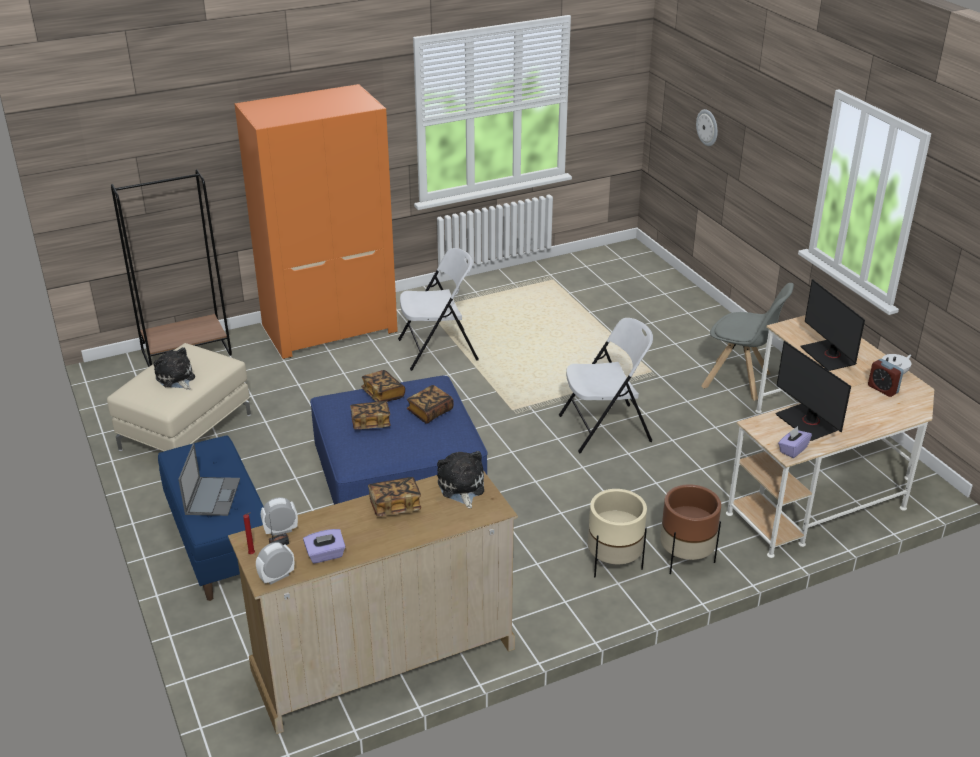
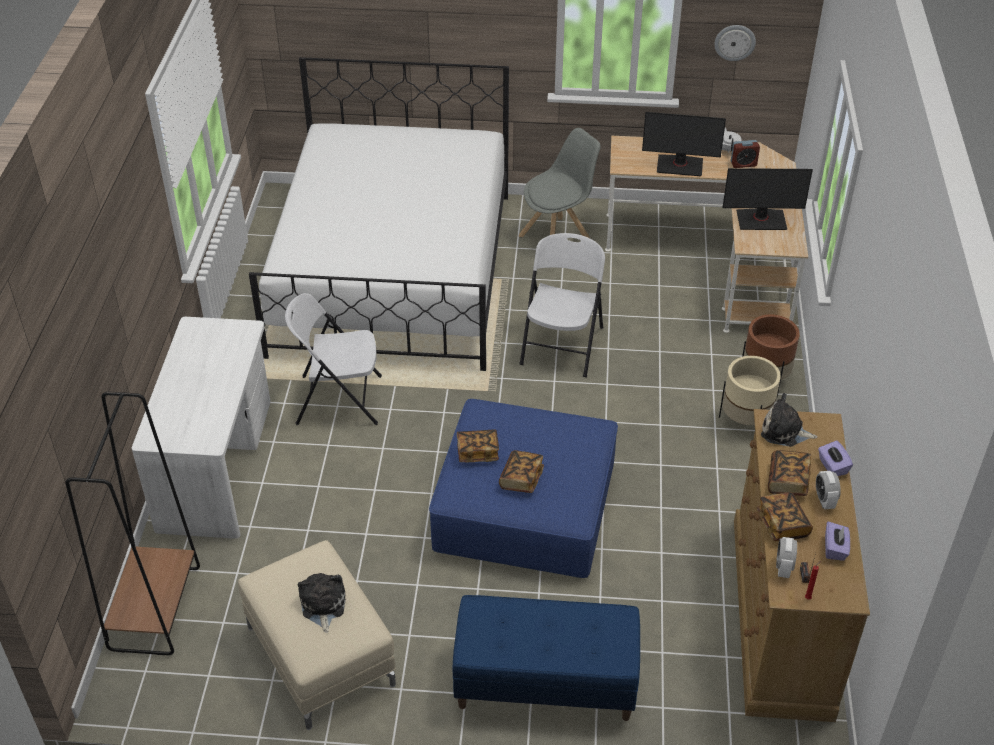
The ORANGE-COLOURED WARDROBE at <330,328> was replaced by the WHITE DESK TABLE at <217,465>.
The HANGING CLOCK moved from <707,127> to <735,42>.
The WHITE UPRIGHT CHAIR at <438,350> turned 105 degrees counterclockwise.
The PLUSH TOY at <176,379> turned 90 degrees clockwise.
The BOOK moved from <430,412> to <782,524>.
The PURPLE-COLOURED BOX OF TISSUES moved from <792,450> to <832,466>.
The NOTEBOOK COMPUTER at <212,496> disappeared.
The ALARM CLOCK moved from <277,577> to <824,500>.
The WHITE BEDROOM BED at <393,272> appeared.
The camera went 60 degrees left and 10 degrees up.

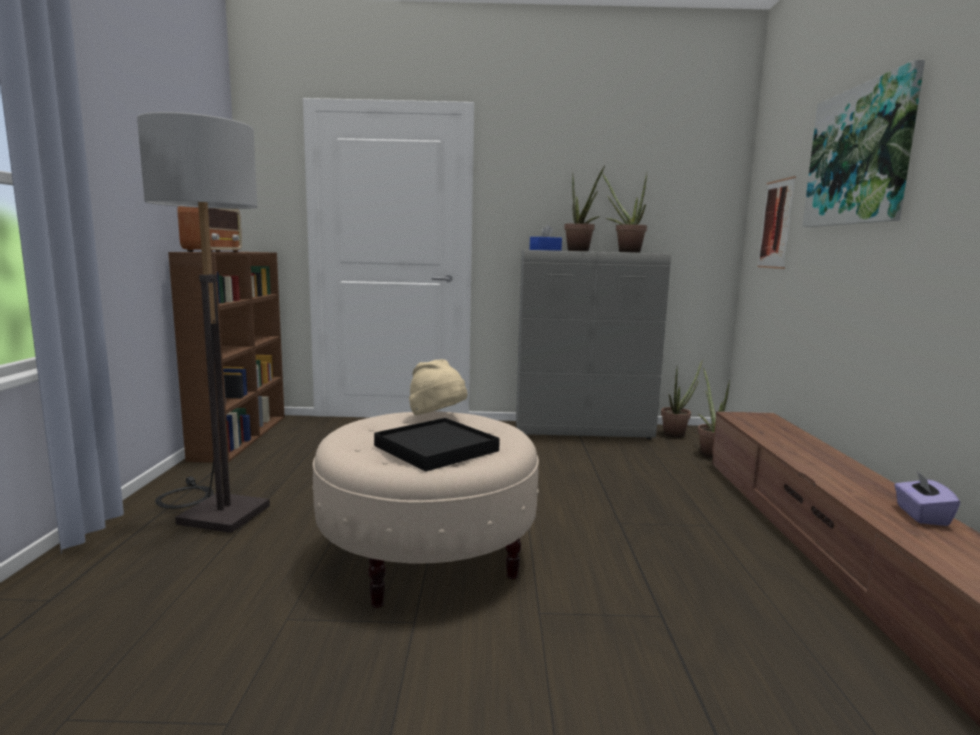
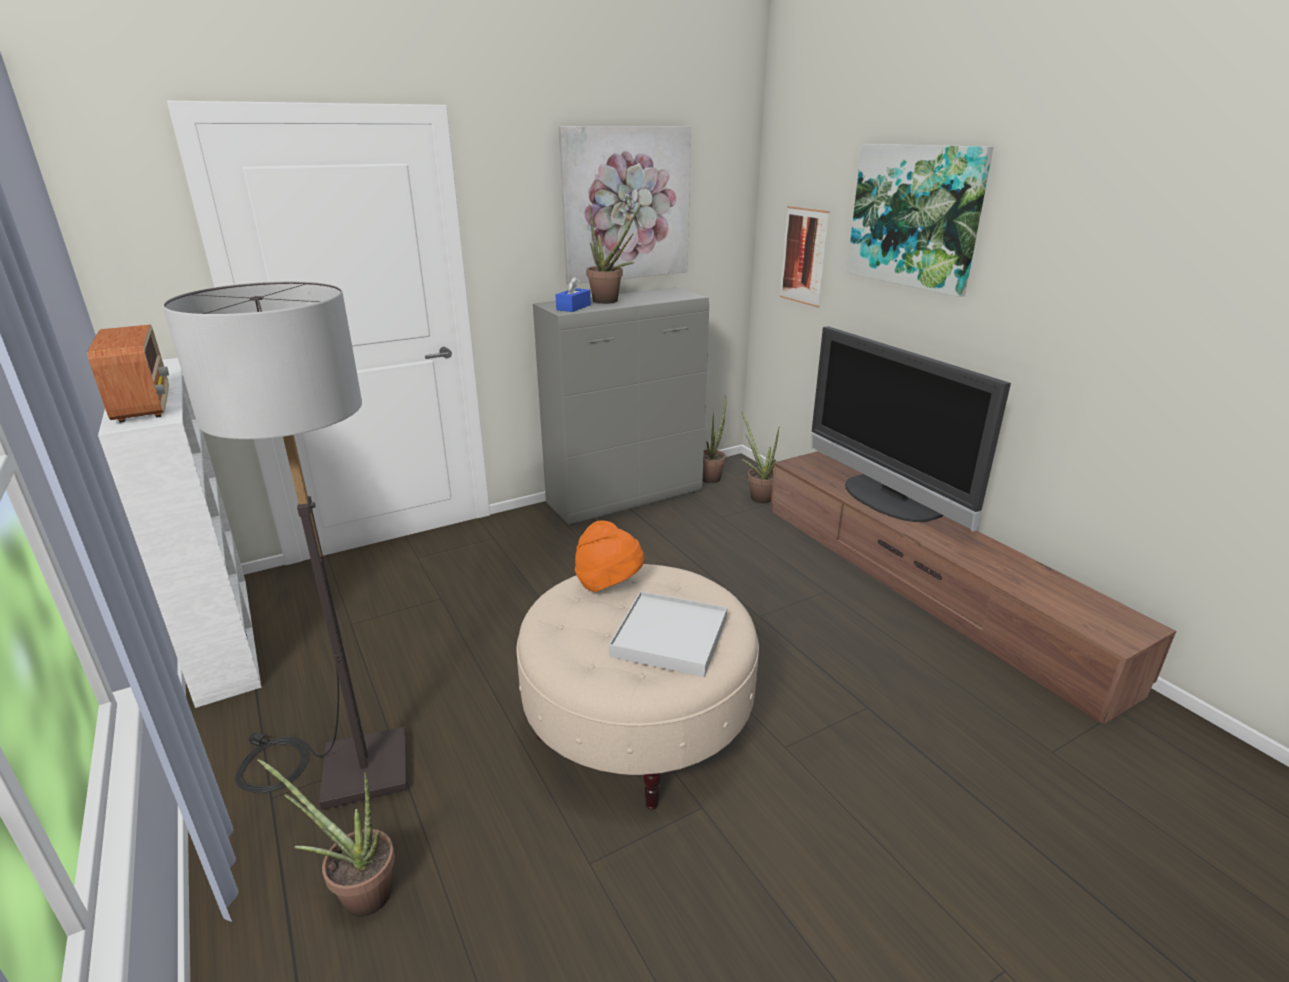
The PLANT IN A POT moved from <625,252> to <357,893>.
The BROWNISH SHELVING UNIT at <241,436> became the WHITE SHELVING UNIT at <222,635>.
The SAND-COLOURED HAT at <438,418> became the ORANGE-COLOURED HAT at <609,584>.
The BLACK CARRYING TRAY at <436,448> became the WHITE CARRYING TRAY at <669,637>.
The PURPLE-COLOURED BOX OF TISSUES at <921,515> disappeared.
The WALL ART at <626,204> appeared.
The TV SET at <885,500> appeared.
The camera went 30 degrees left and 15 degrees up.

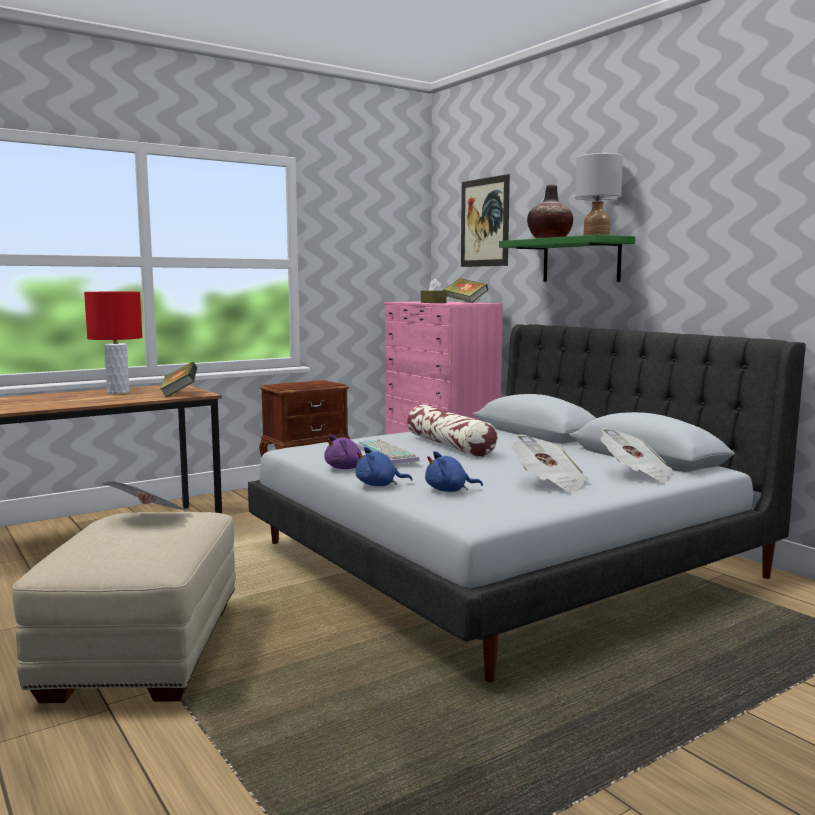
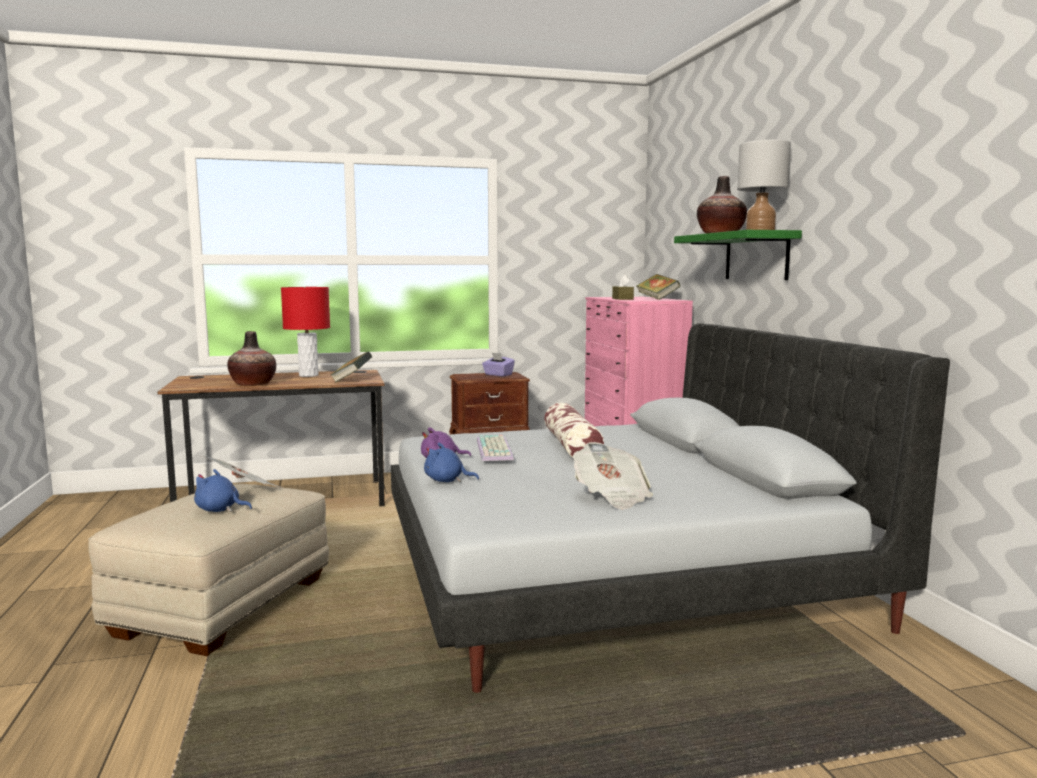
The WALL ART at <484,222> disappeared.
The NEWSPAPER at <636,474> disappeared.
The BLUISH PLUSH TOY moved from <449,490> to <220,510>.
The DECORATIVE VASE at <253,384> appeared.
The PURPLE-COLOURED BOX OF TISSUES at <498,375> appeared.
The camera went 20 degrees right and 0 degrees up.

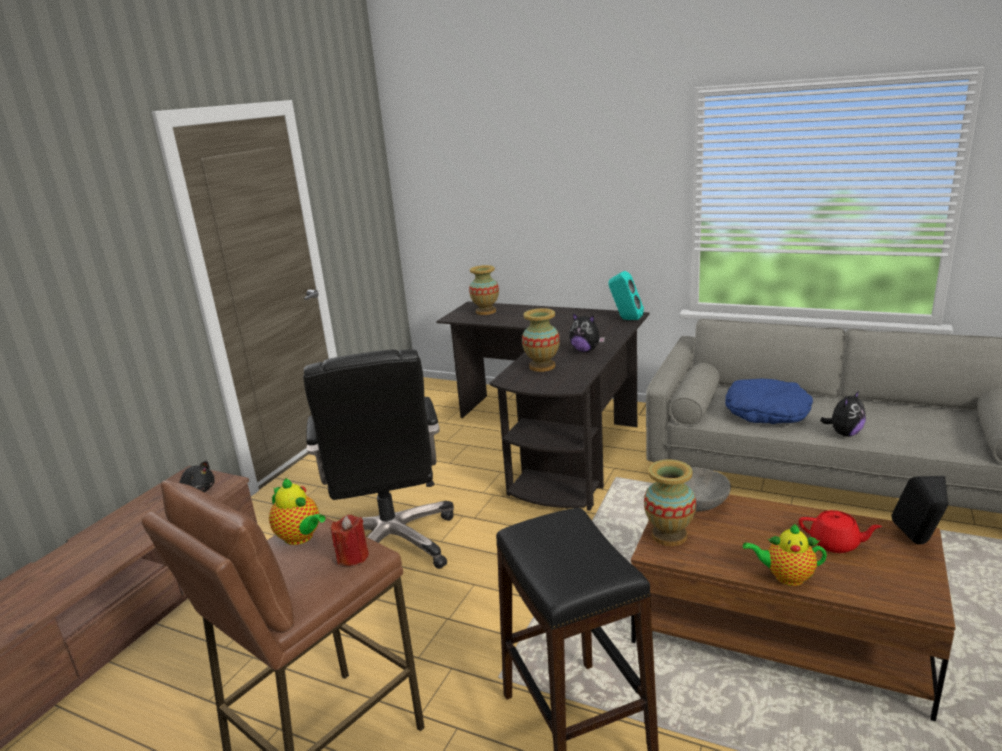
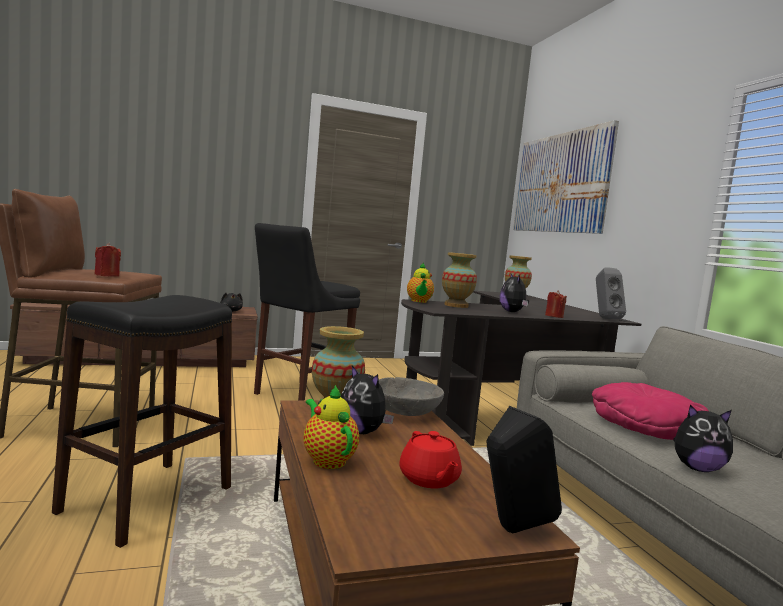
The TURQUOISE-COLOURED LOUDSPEAKER at <625,319> became the GRAY LOUDSPEAKER at <604,318>.
The BLACK DESK CHAIR at <391,542> was replaced by the BLACK STOOL at <297,395>.
The BLUISH PILLOW at <767,412> became the PINKISH PILLOW at <647,426>.
The POT FOR TEA moved from <301,537> to <419,301>.
The WALL ART at <560,183> appeared.
The RED WAX LIGHT at <554,316> appeared.
The PLUSH TOY at <362,432> appeared.
The camera went 45 degrees right and 15 degrees down.

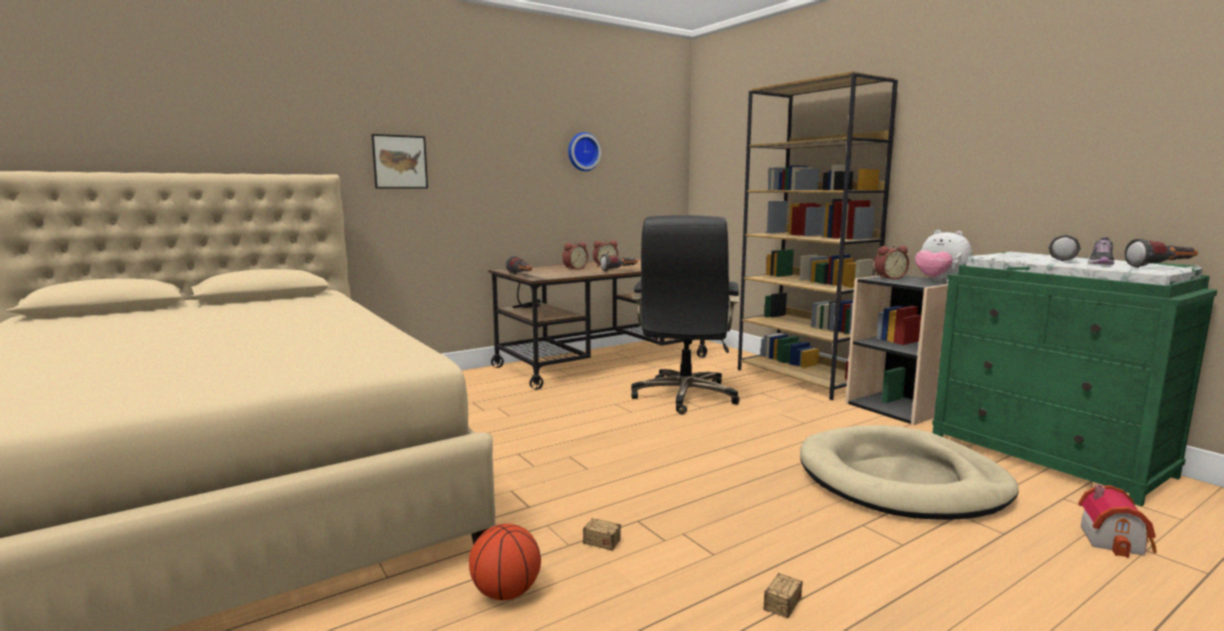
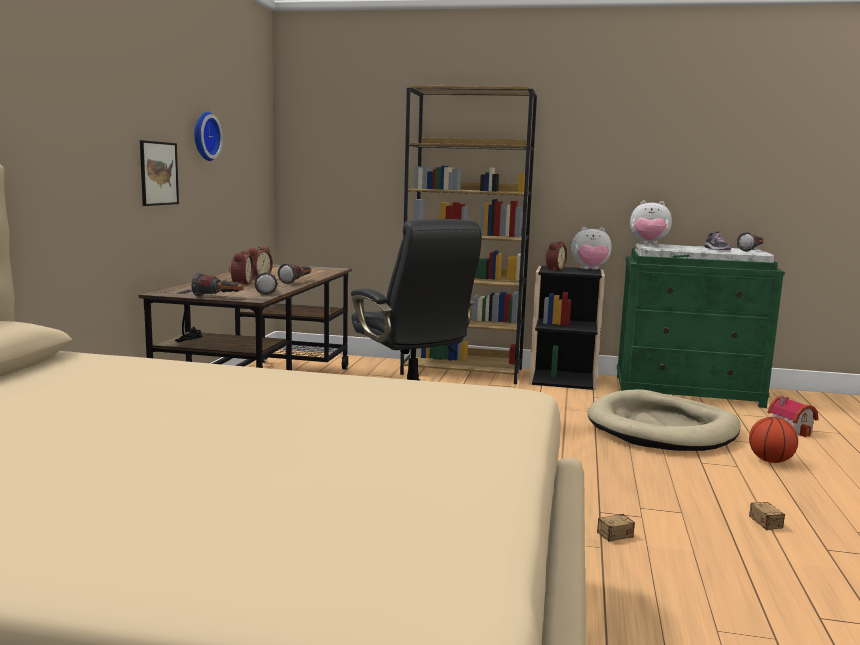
The WALL ART moved from <400,162> to <158,173>.
The FLASHLIGHT moved from <1062,259> to <267,291>.
The BASKETBALL moved from <505,593> to <770,461>.
The PLUSH TOY at <648,244> appeared.
The camera went 45 degrees left and 0 degrees up.

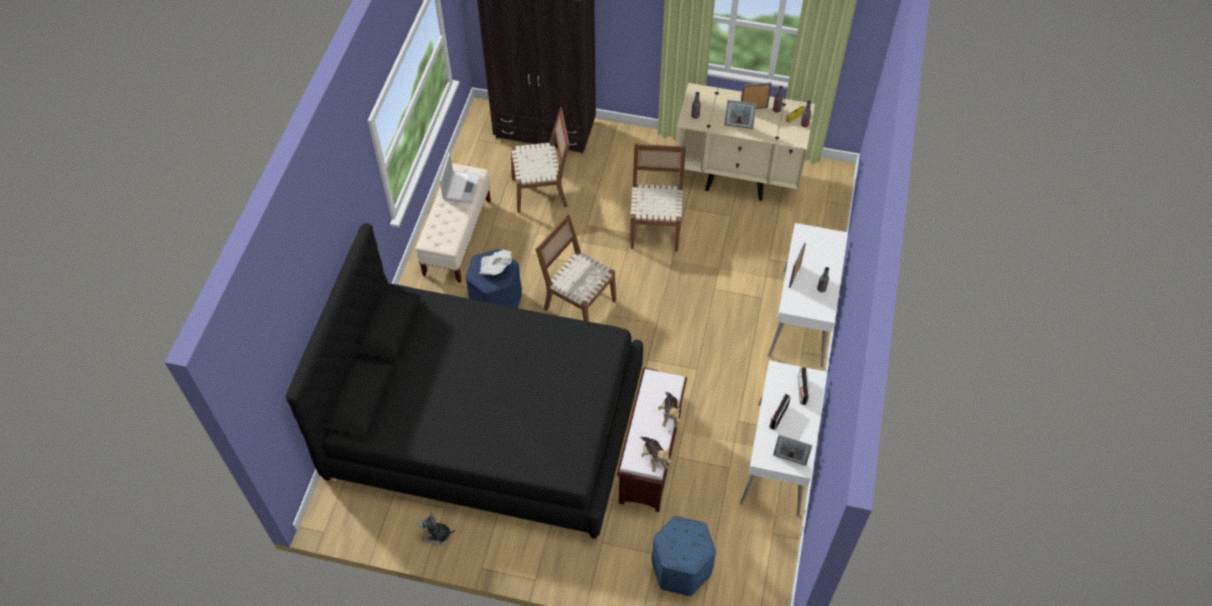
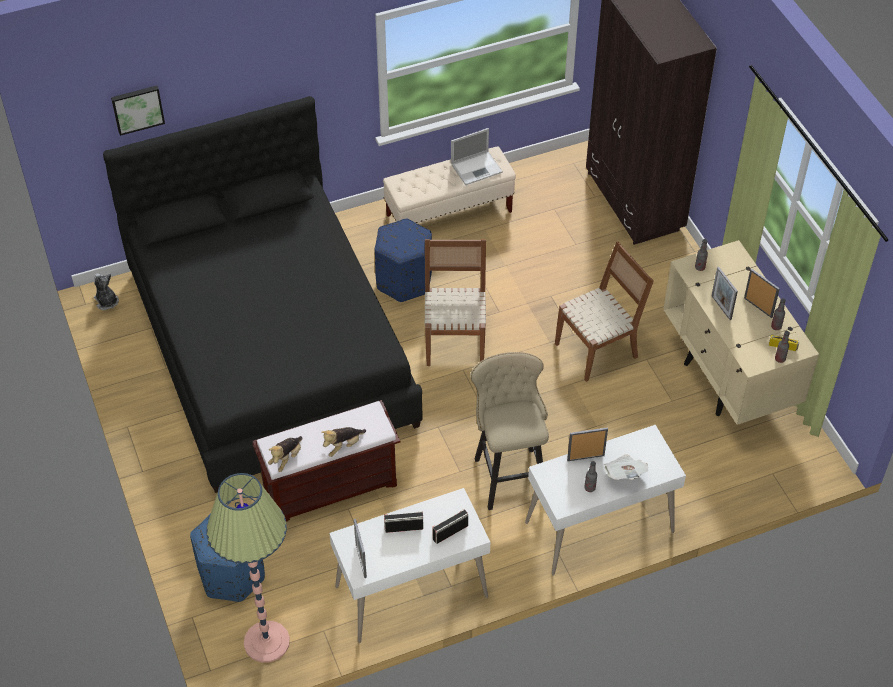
The UPRIGHT CHAIR at <542,192> disappeared.
The NEWSPAPER moved from <495,268> to <625,474>.
The PLUSH TOY moved from <437,535> to <106,302>.
The WALL ART at <137,108> appeared.
The SAND-COLOURED STOOL at <508,470> appeared.
The STANDING LAMP at <266,642> appeared.
The camera went 55 degrees right and 5 degrees down.

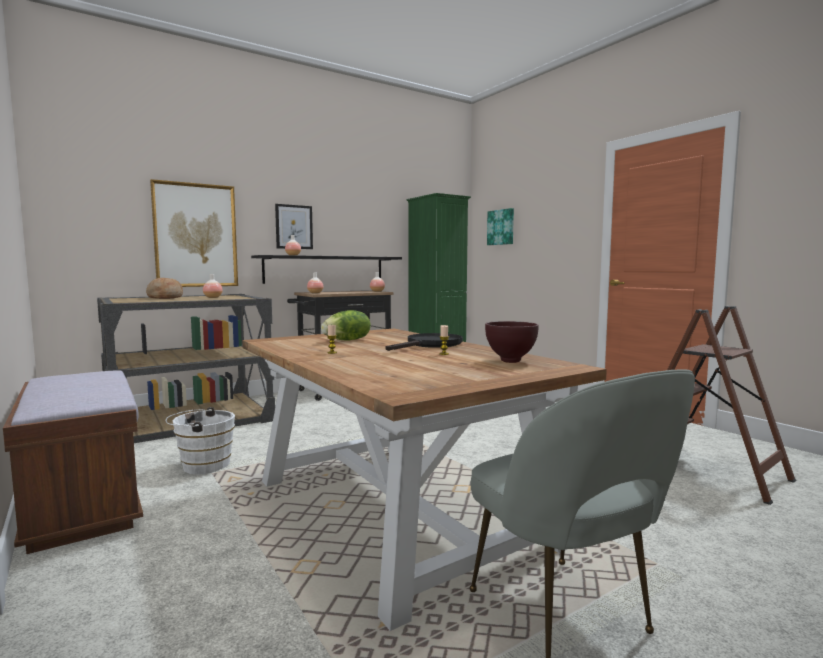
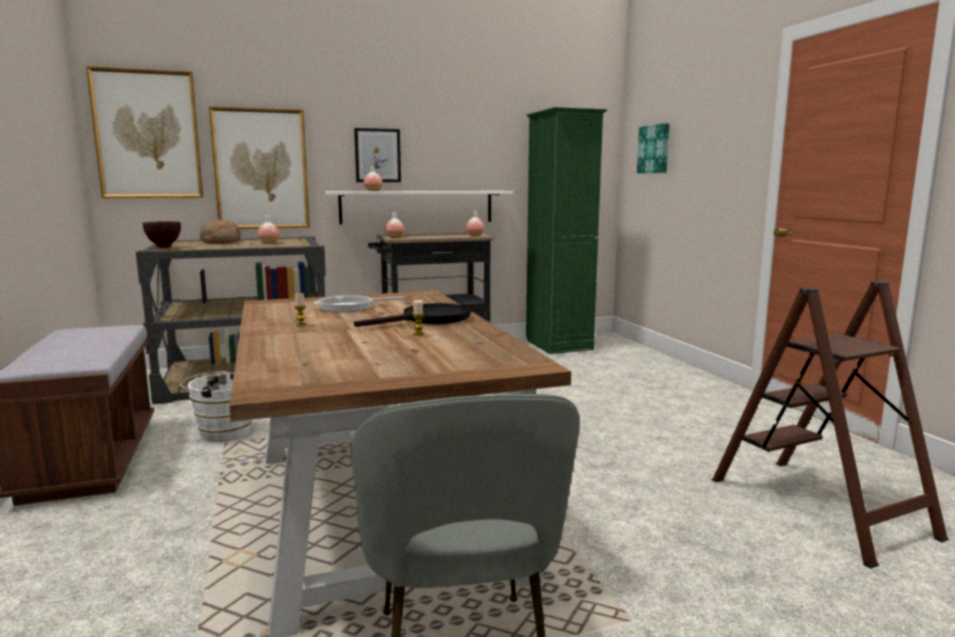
The BLACK BRACKET SHELF at <325,269> became the WHITE BRACKET SHELF at <417,207>.
The LETTUCE at <347,340> was replaced by the FRYING PAN at <350,307>.
The BROWNISH DEEP DISH moved from <509,361> to <163,247>.
The WALL ART at <147,135> appeared.
The camera went 15 degrees right and 5 degrees up.

